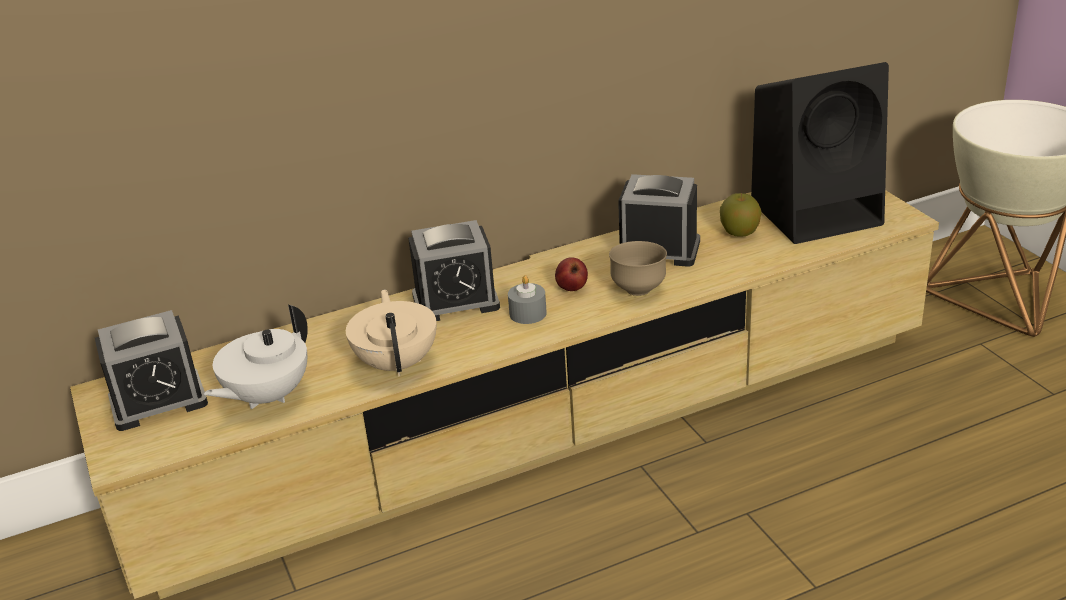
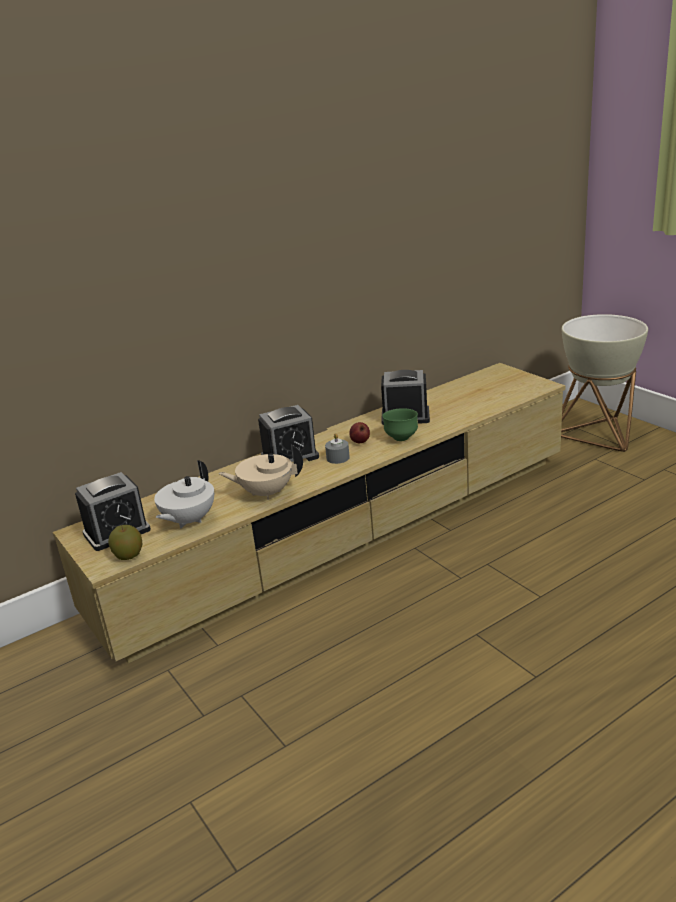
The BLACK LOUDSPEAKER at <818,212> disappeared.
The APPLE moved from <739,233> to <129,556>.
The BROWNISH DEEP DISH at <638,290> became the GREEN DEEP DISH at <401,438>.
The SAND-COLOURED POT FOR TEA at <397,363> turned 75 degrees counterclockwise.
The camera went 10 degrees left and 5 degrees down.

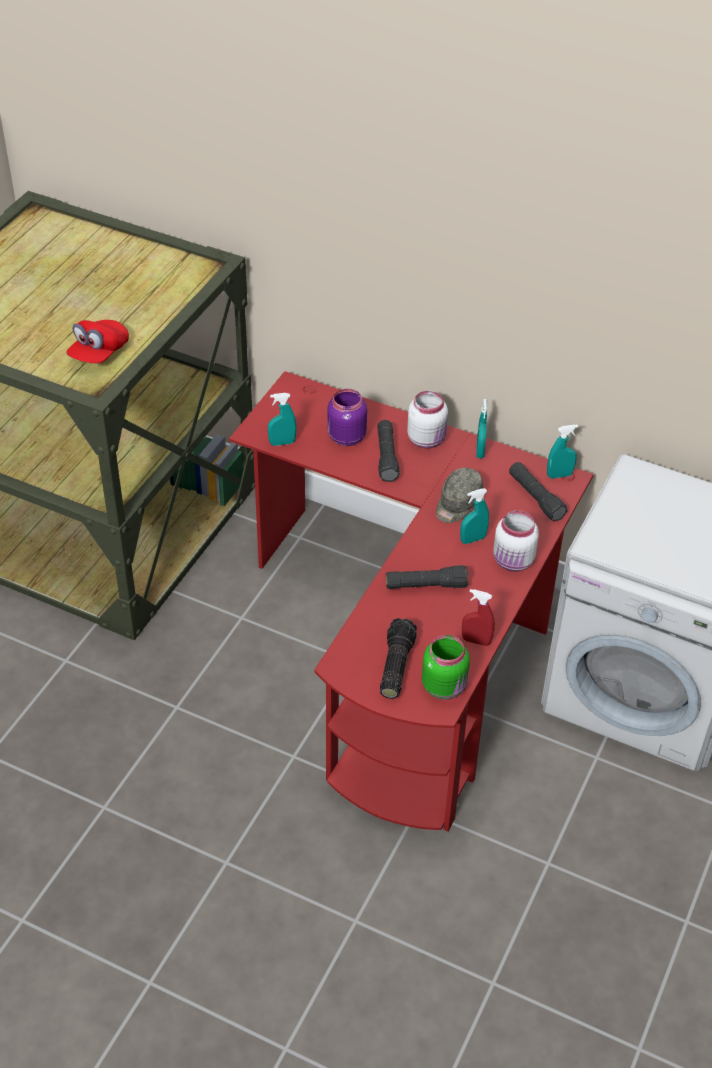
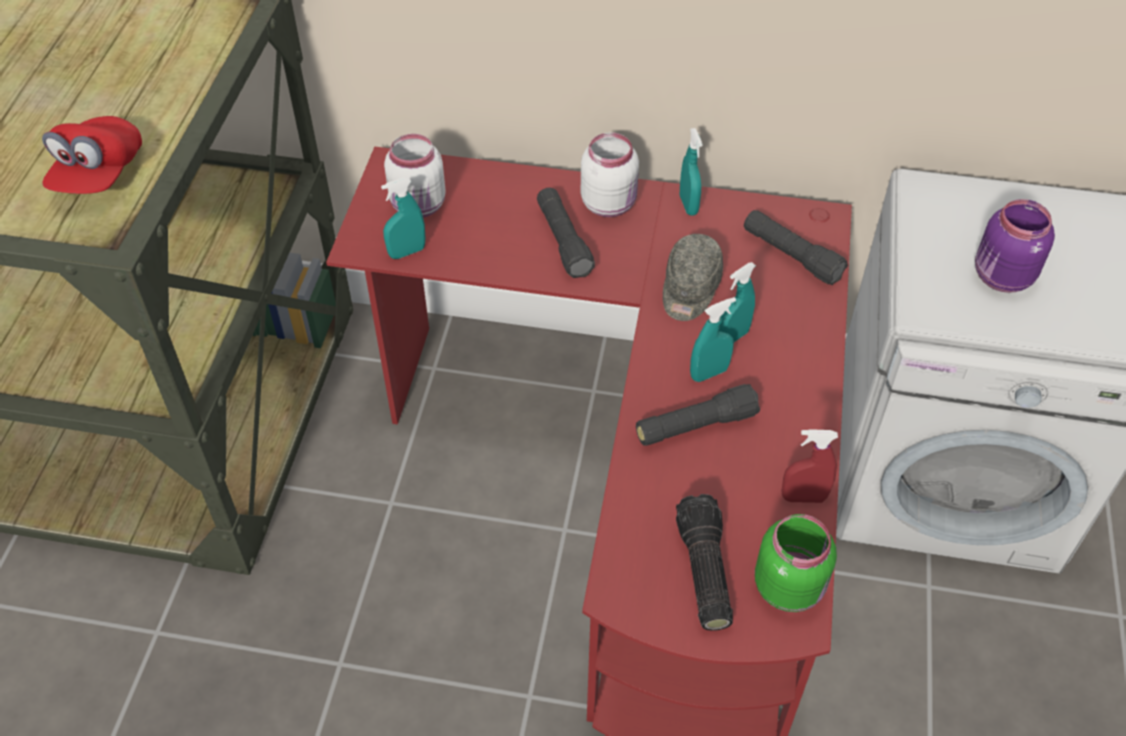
The PURPLE-COLOURED PRESERVE JAR moved from <345,437> to <1001,277>.
The TURQUOISE-COLOURED HAND SPRAYER moved from <559,475> to <709,373>.
The WHITE PRESERVE JAR moved from <513,562> to <419,206>.
The camera went 15 degrees left and 5 degrees up.

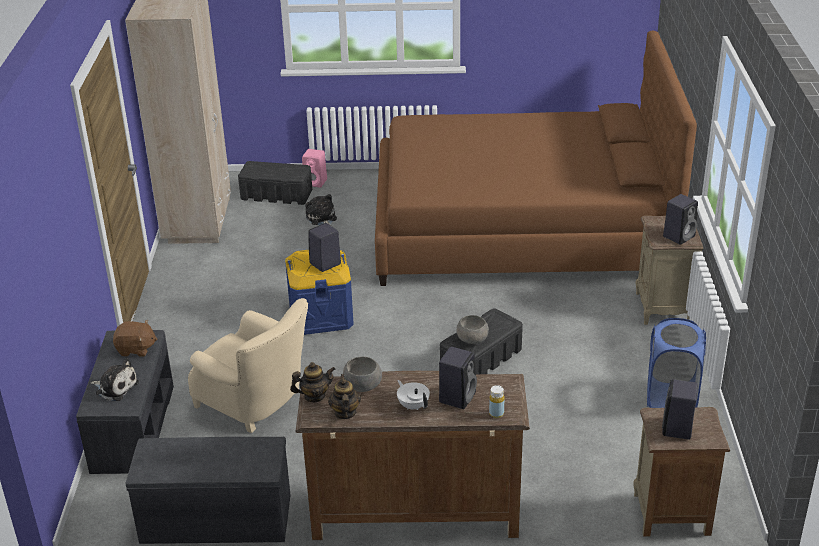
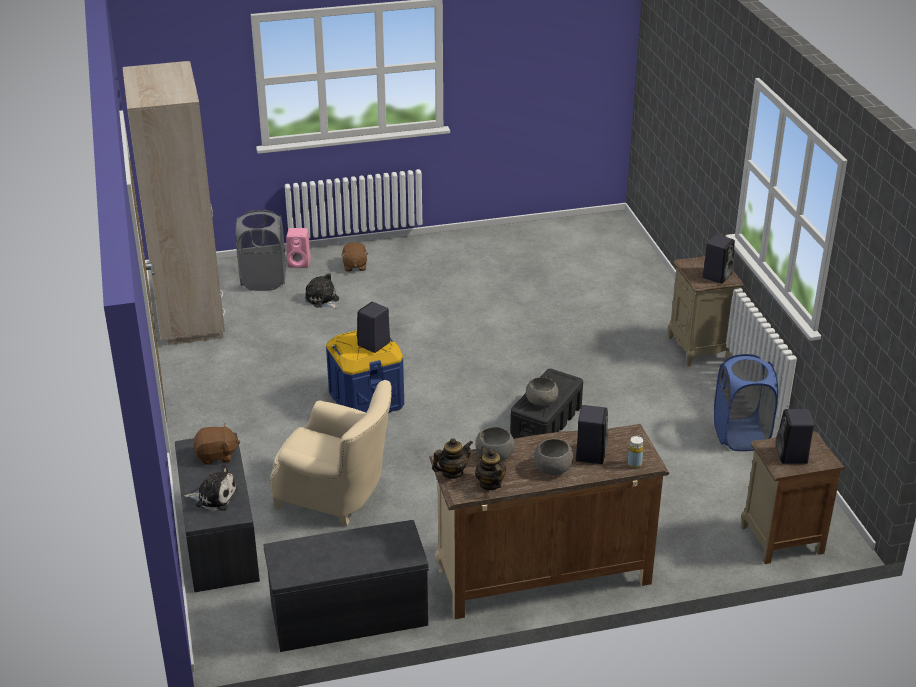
The BROWNISH BEDROOM BED at <521,229> disappeared.
The BLACK STORAGE BOX at <277,195> was replaced by the GRAY HAMPER at <264,280>.
The WHITE POT FOR TEA at <413,405> was replaced by the GRAY DEEP DISH at <552,467>.
The BROWNISH PLUSH TOY at <354,266> appeared.
The camera went 15 degrees left and 0 degrees up.

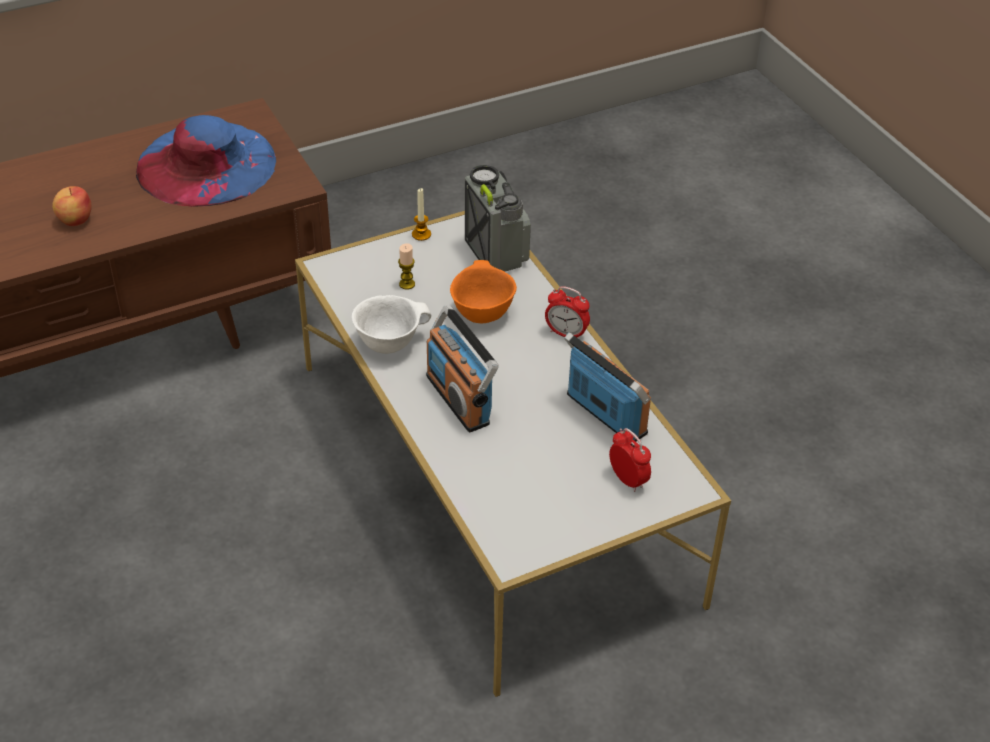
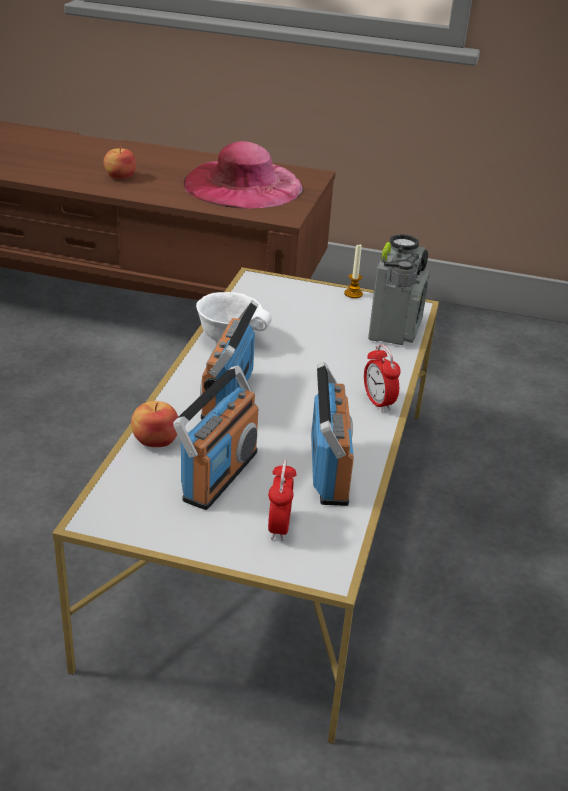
The BLUISH HAT at <206,164> became the PINKISH HAT at <243,185>.
The WAX LIGHT at <407,284> disappeared.
The ORANGE-COLOURED DEEP DISH at <481,313> disappeared.
The RADIO SET at <219,475> appeared.
The APPLE at <155,440> appeared.
The camera went 40 degrees right and 10 degrees down.

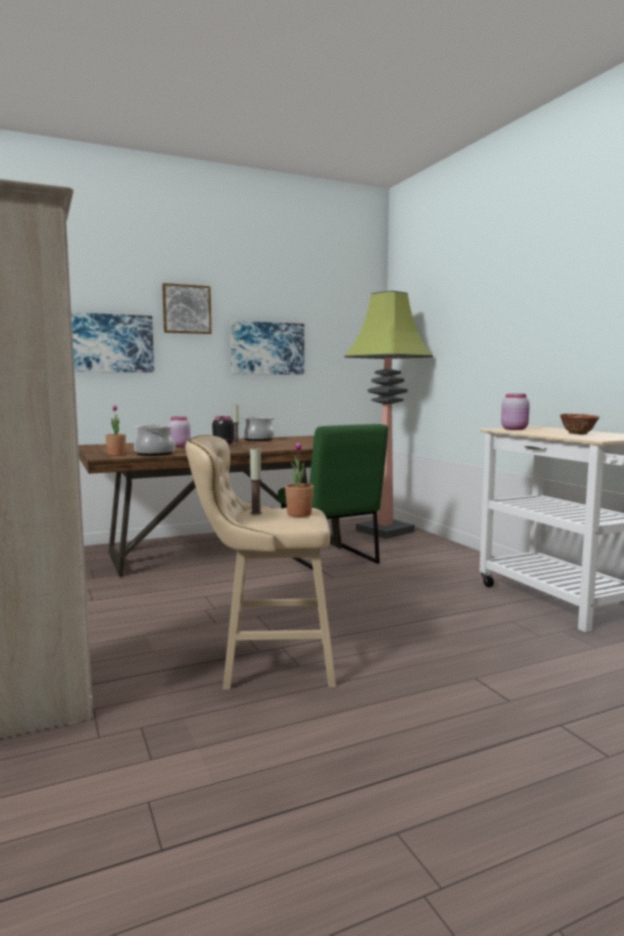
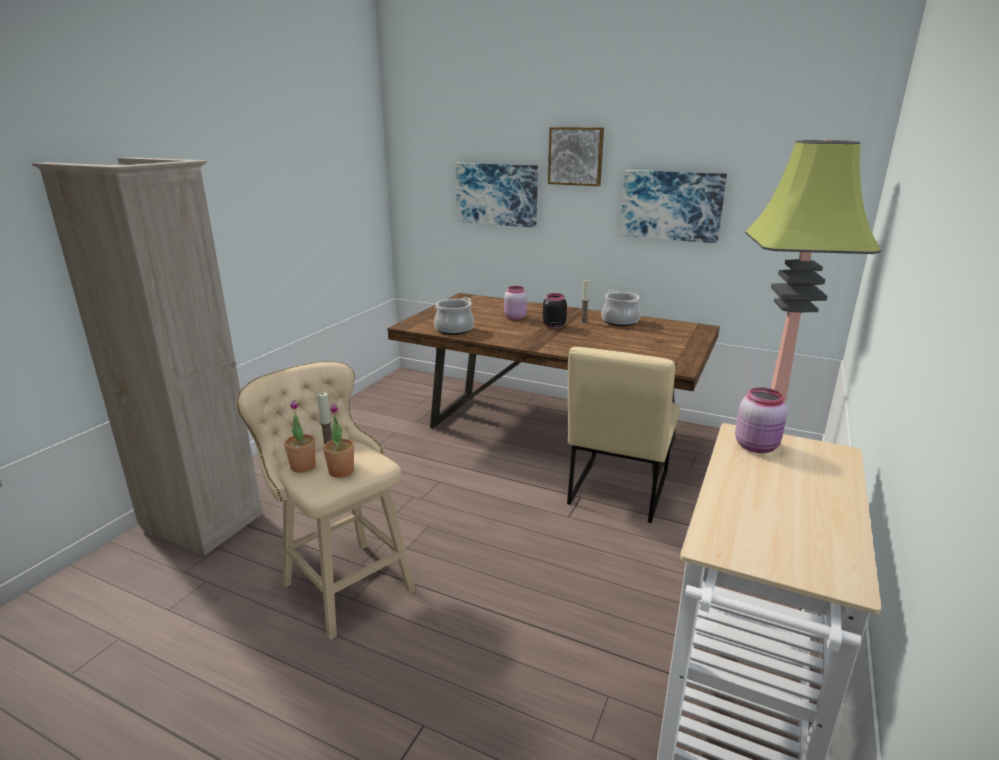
The PLANT IN A POT moved from <116,454> to <303,466>.
The DEEP DISH at <578,434> disappeared.
The GREEN UPRIGHT CHAIR at <329,558> became the SAND-COLOURED UPRIGHT CHAIR at <617,489>.
The camera went 50 degrees right and 15 degrees up.

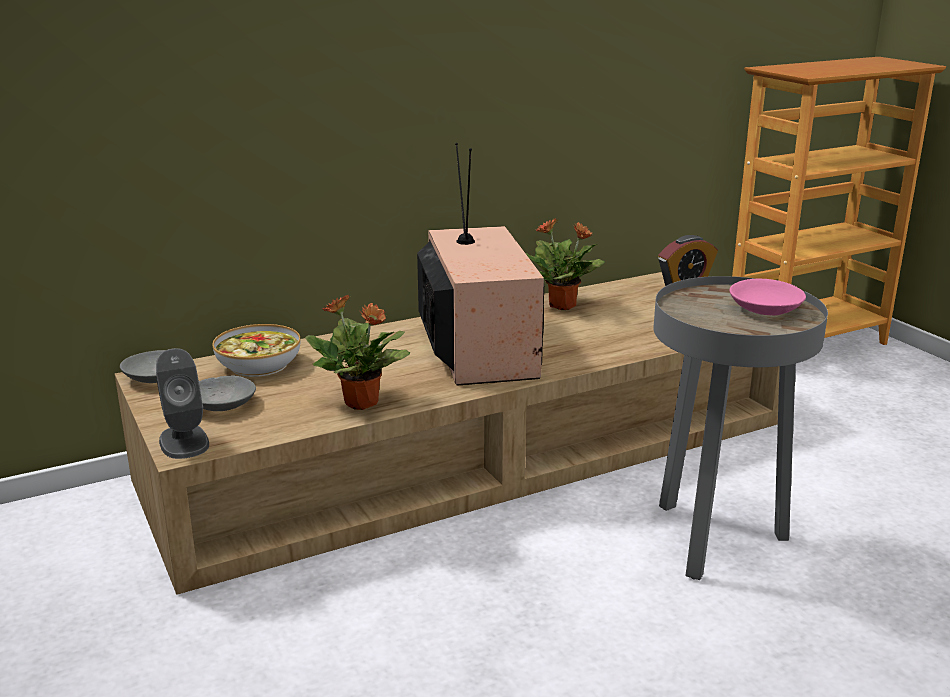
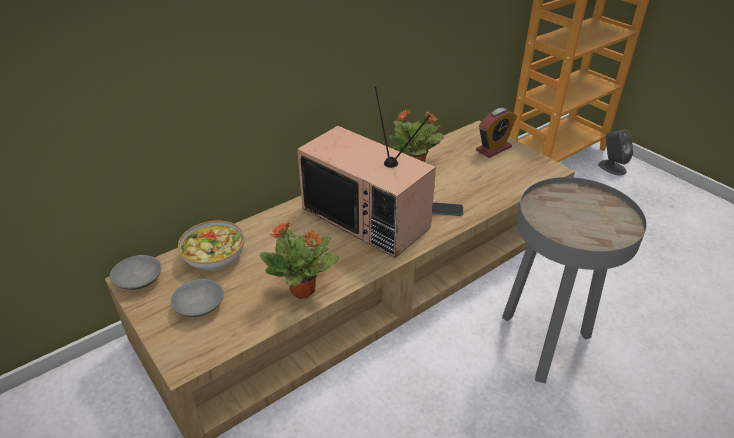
The TV SET at <477,346> turned 150 degrees clockwise.
The PINKISH DEEP DISH at <765,310> disappeared.
The GRAY LOUDSPEAKER moved from <184,441> to <611,167>.
The HANDSET at <445,210> appeared.
The camera went 10 degrees left and 15 degrees up.

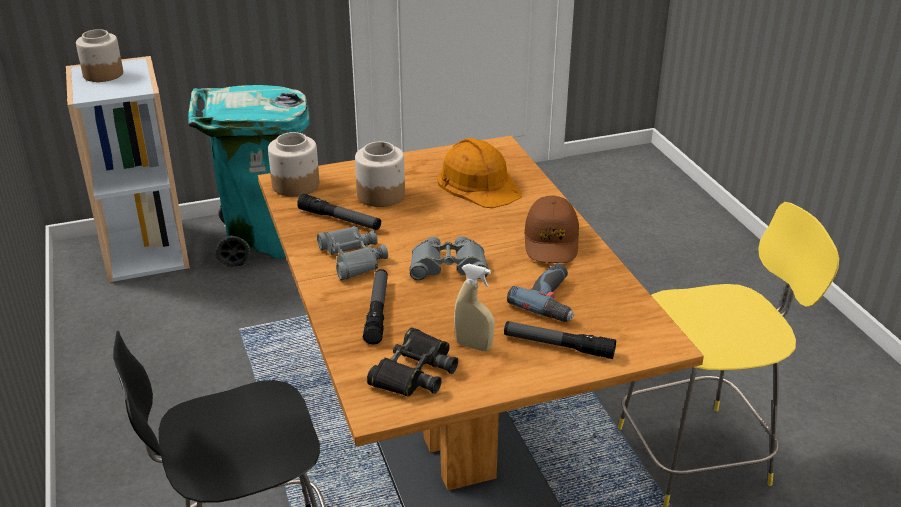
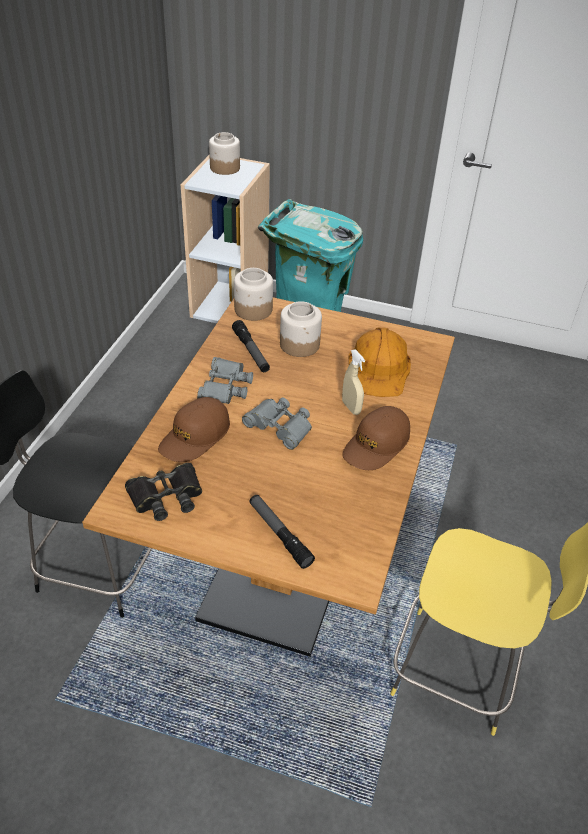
The ELECTRIC DRILL at <554,300> disappeared.
The SAND-COLOURED HAND SPRAYER moved from <473,346> to <351,407>.
The FLASHLIGHT at <377,311> was replaced by the BROWNISH BASEBALL CAP at <195,437>.
The camera went 35 degrees right and 10 degrees up.

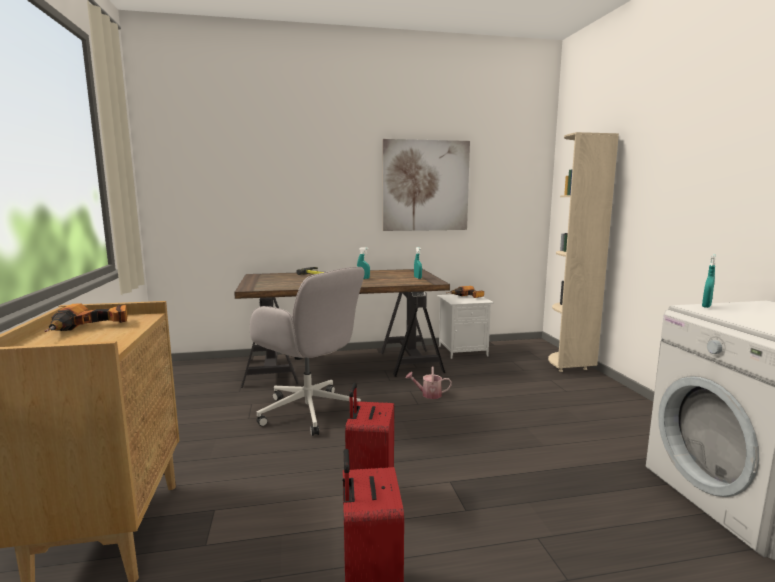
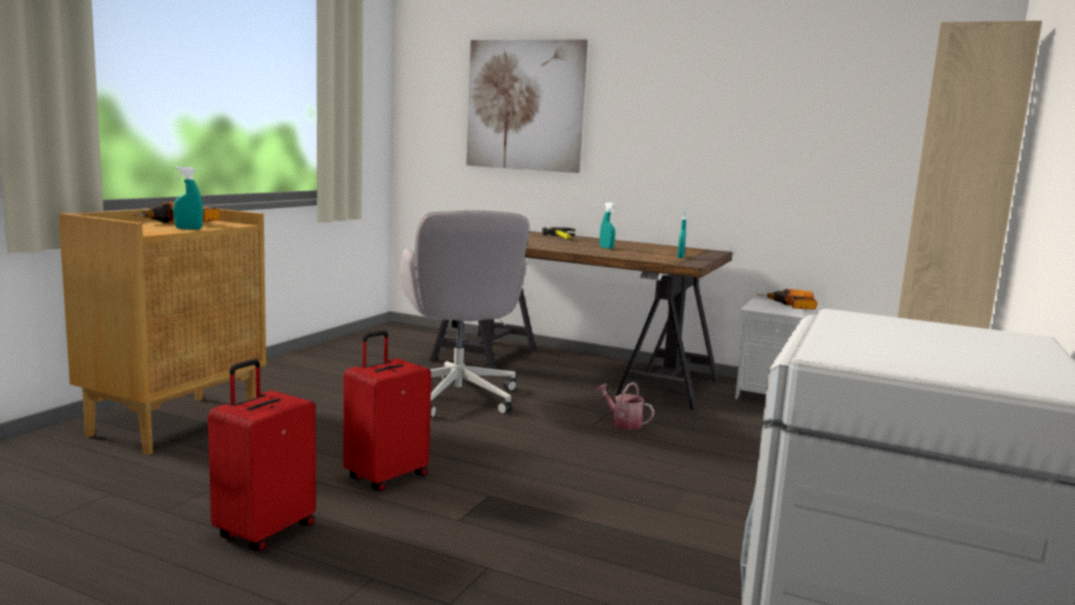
The WALL ART moved from <425,186> to <525,105>.
The TURQUOISE-COLOURED HAND SPRAYER moved from <706,306> to <188,229>.
The camera went 35 degrees right and 0 degrees up.

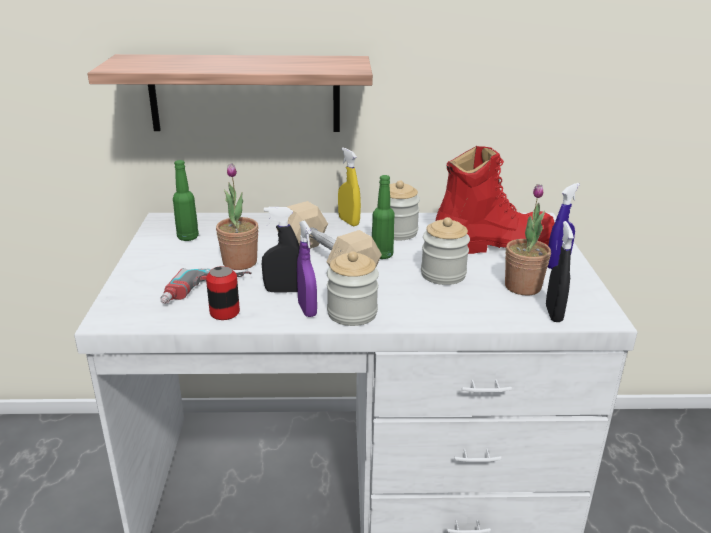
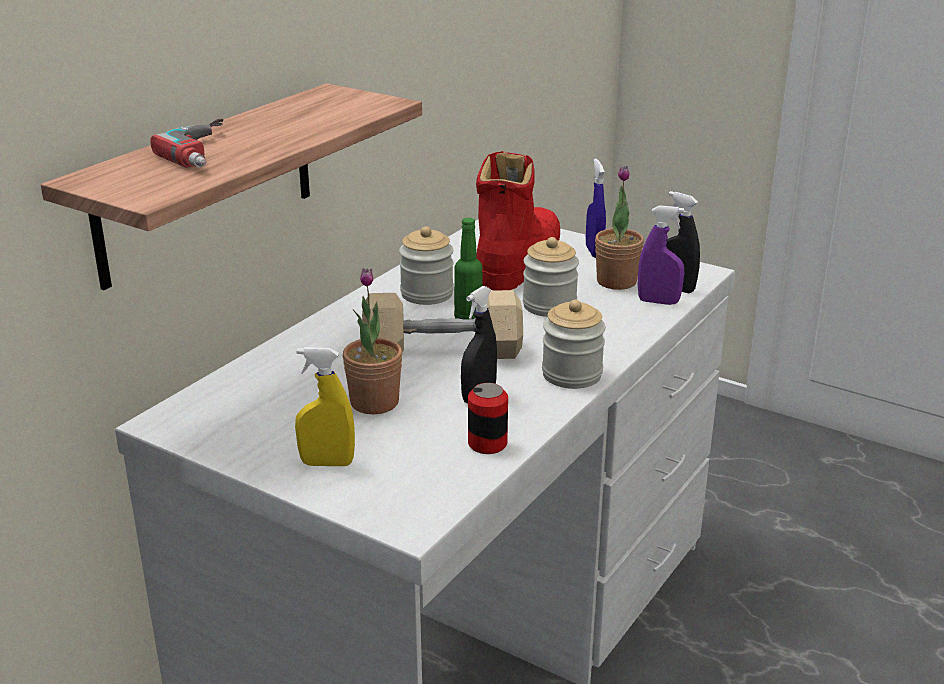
The YELLOW HAND SPRAYER moved from <348,221> to <327,463>.
The GREEN BEVERAGE BOTTLE at <188,237> disappeared.
The PURPLE-COLOURED HAND SPRAYER moved from <307,309> to <658,302>.
The ELECTRIC DRILL moved from <206,292> to <211,151>.
The camera went 55 degrees left and 0 degrees up.

